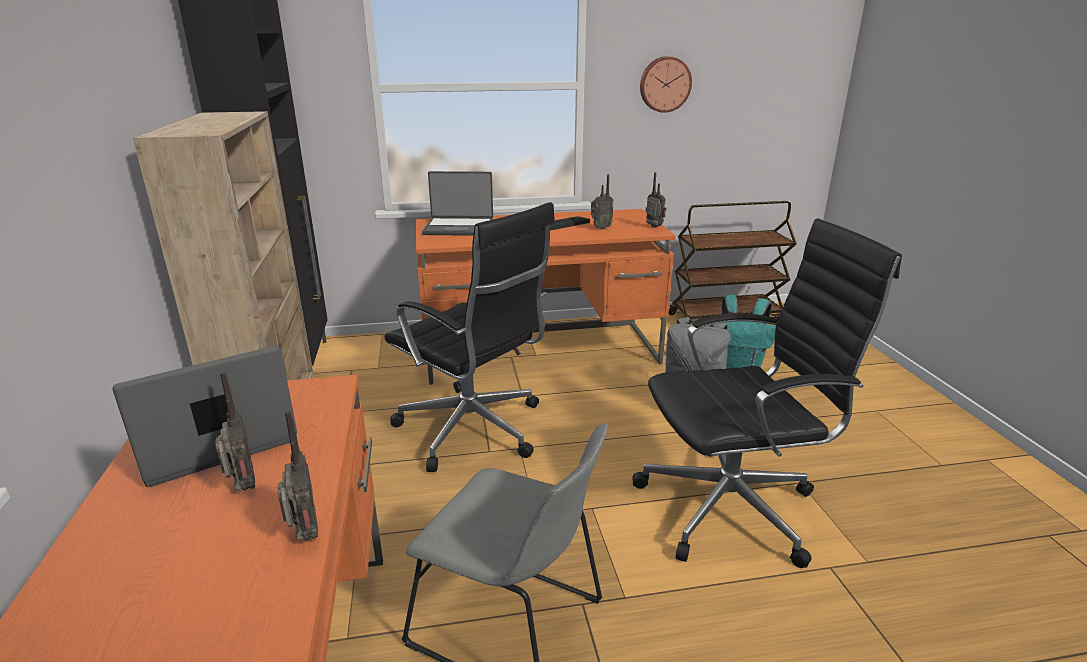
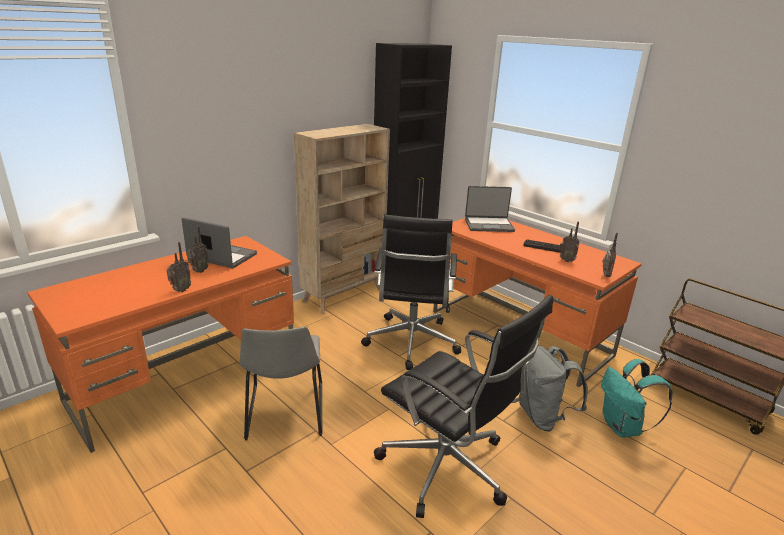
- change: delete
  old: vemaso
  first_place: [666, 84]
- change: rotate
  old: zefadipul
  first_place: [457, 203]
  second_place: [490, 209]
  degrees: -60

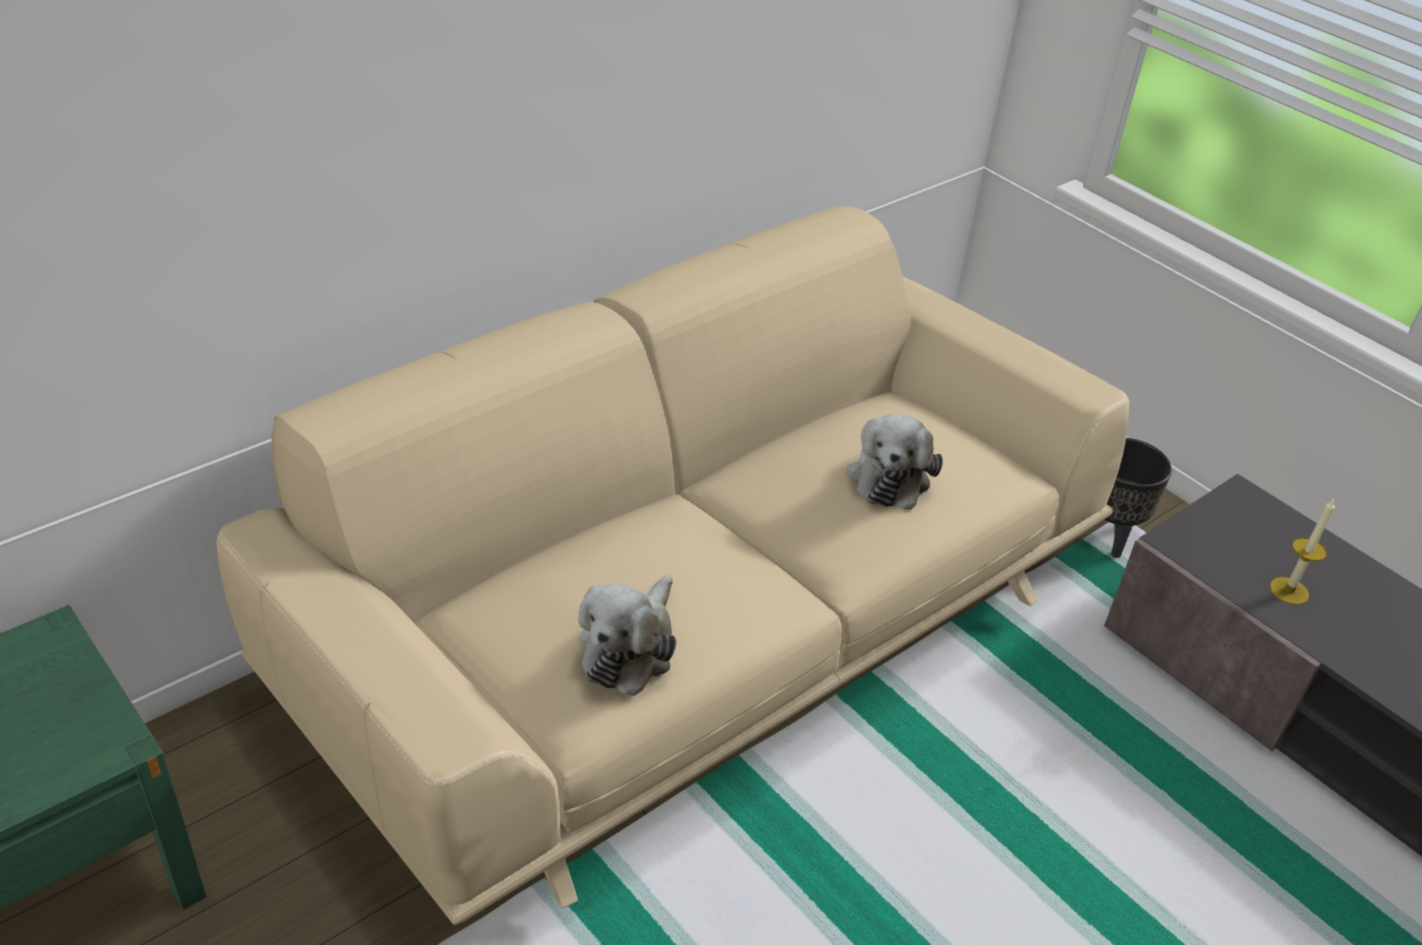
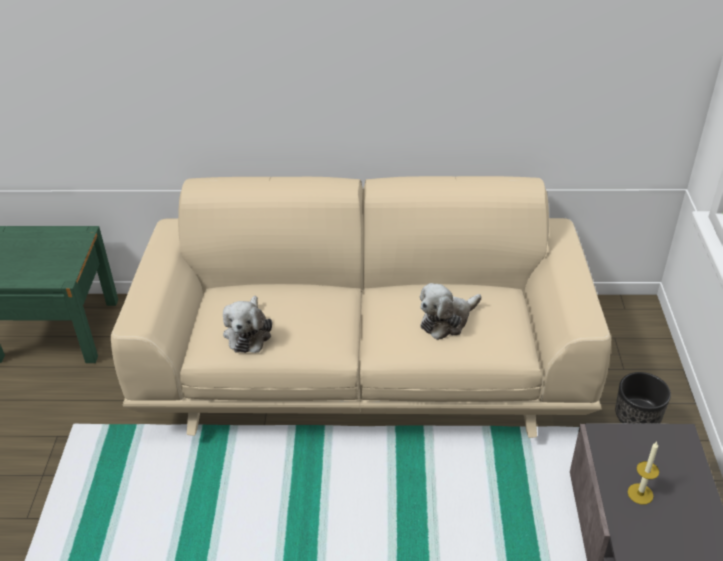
- change: rotate
  old: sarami
  first_place: [627, 635]
  second_place: [247, 324]
  degrees: -60

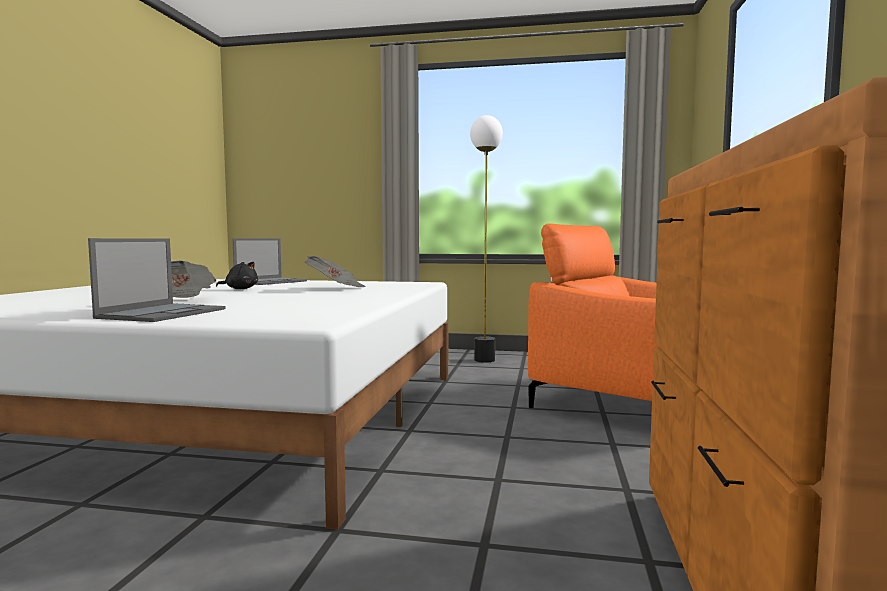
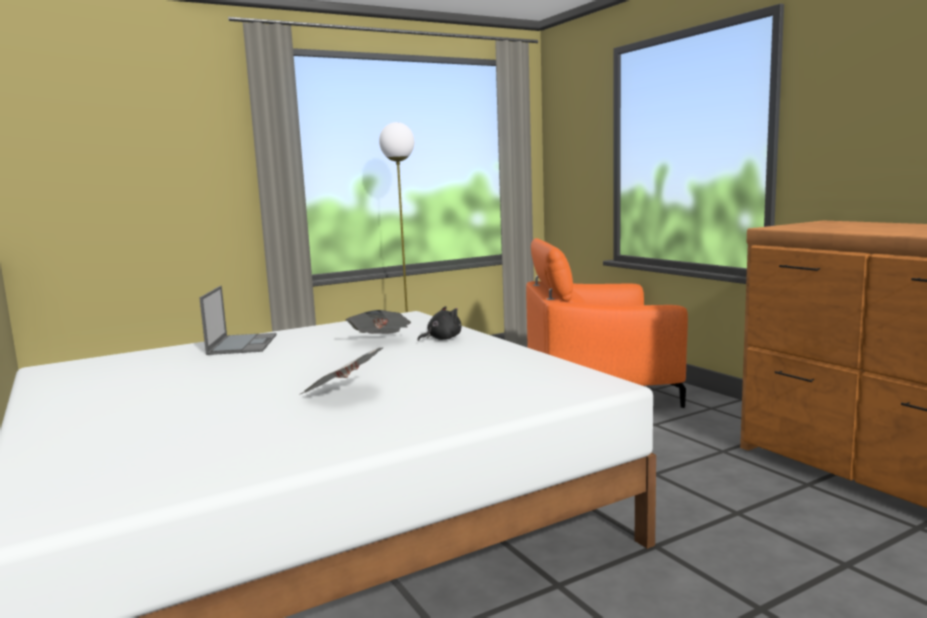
- change: delete
  old: zefadipul
  first_place: [157, 280]
- change: move
  old: black_sarami
  first_place: [237, 275]
  second_place: [440, 323]

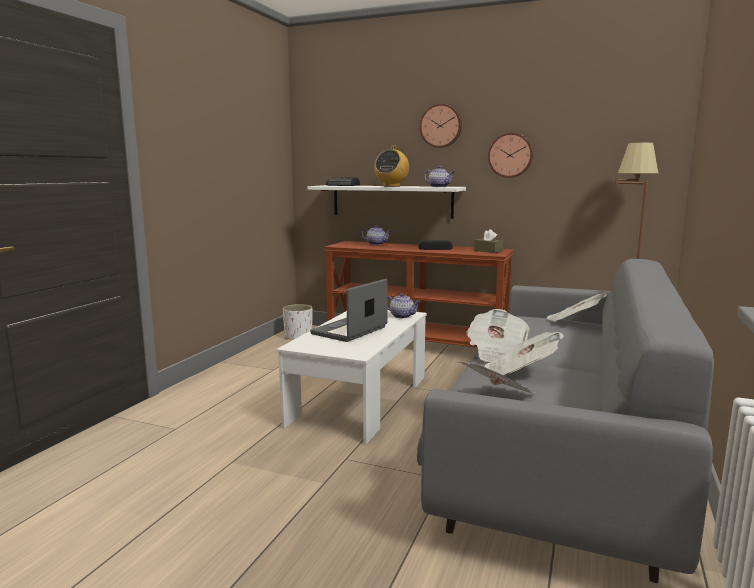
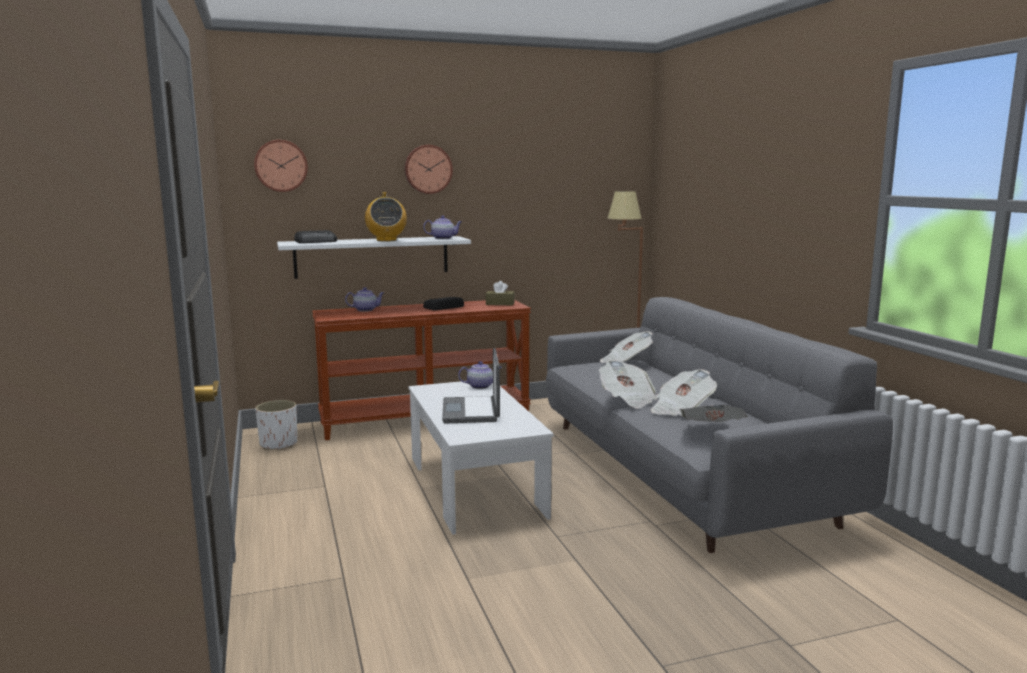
- change: move
  old: vemaso
  first_place: [510, 155]
  second_place: [281, 166]

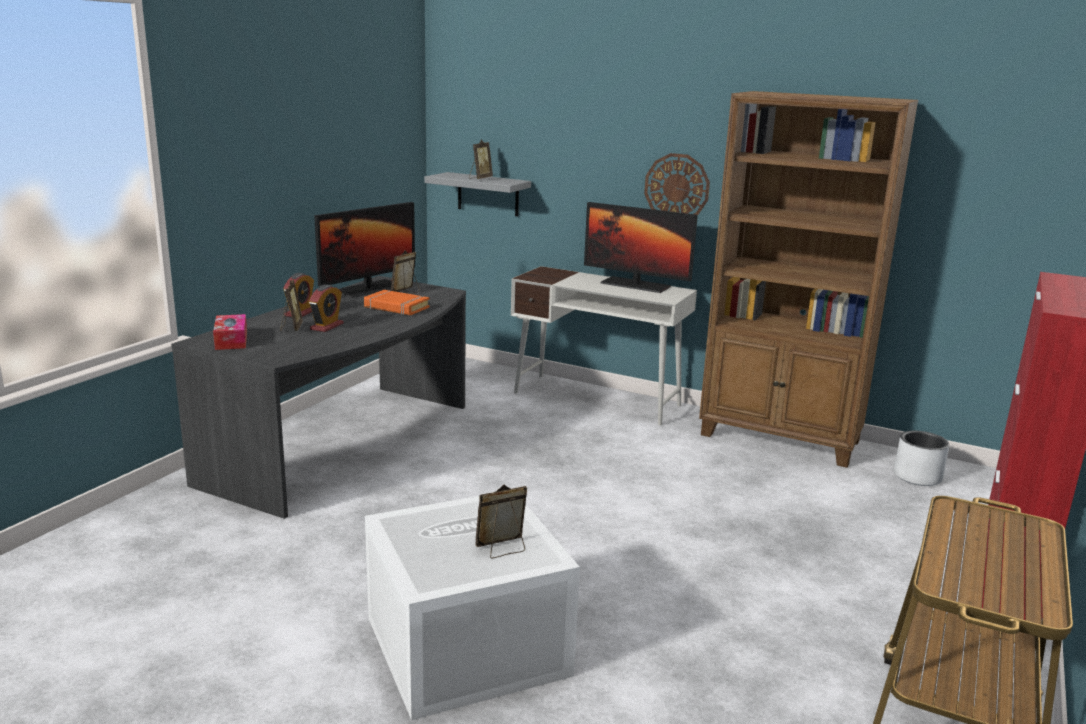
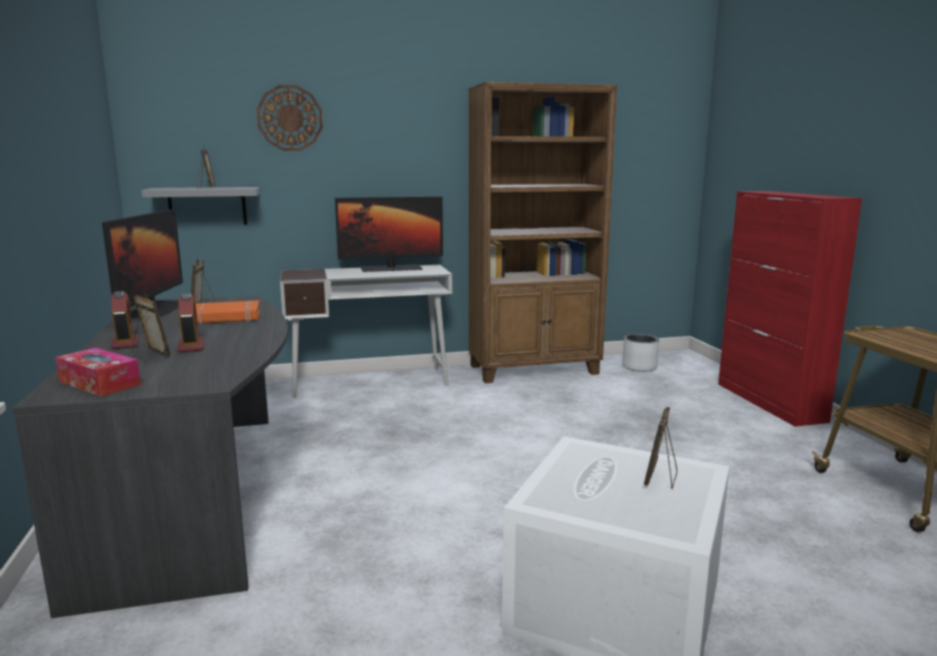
- change: move
  old: vemaso
  first_place: [677, 184]
  second_place: [290, 118]

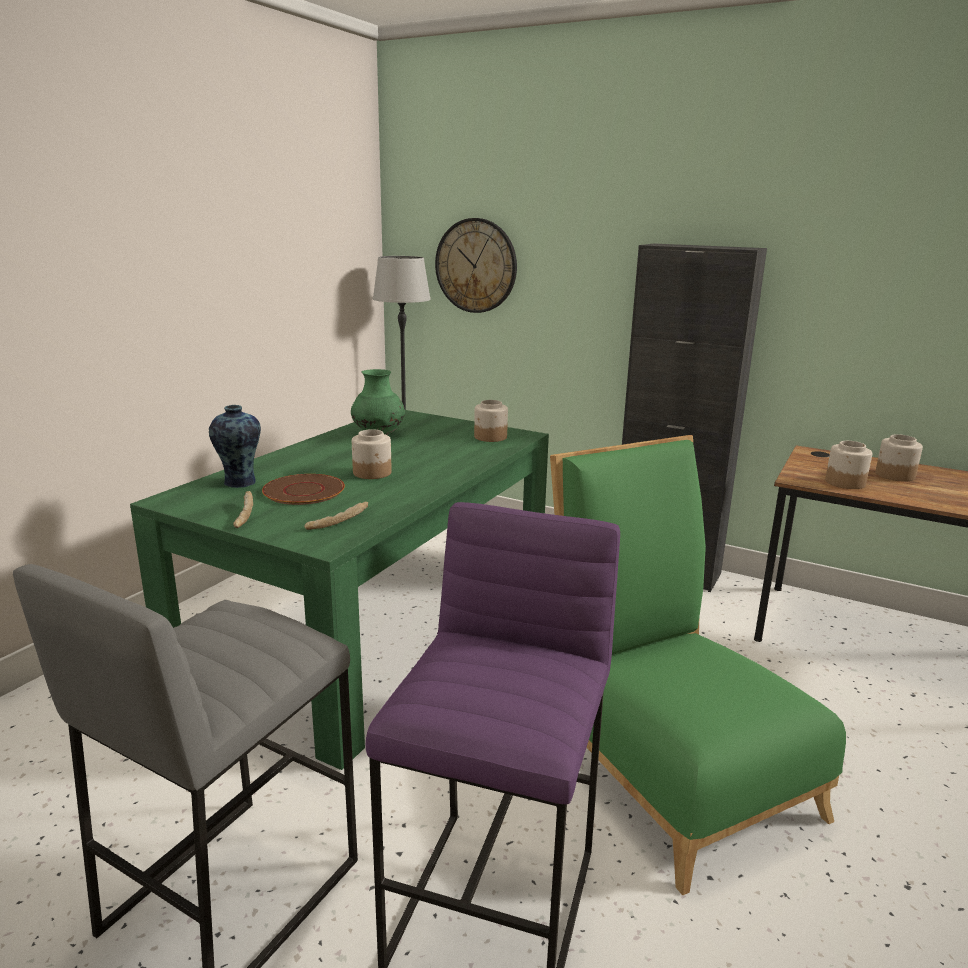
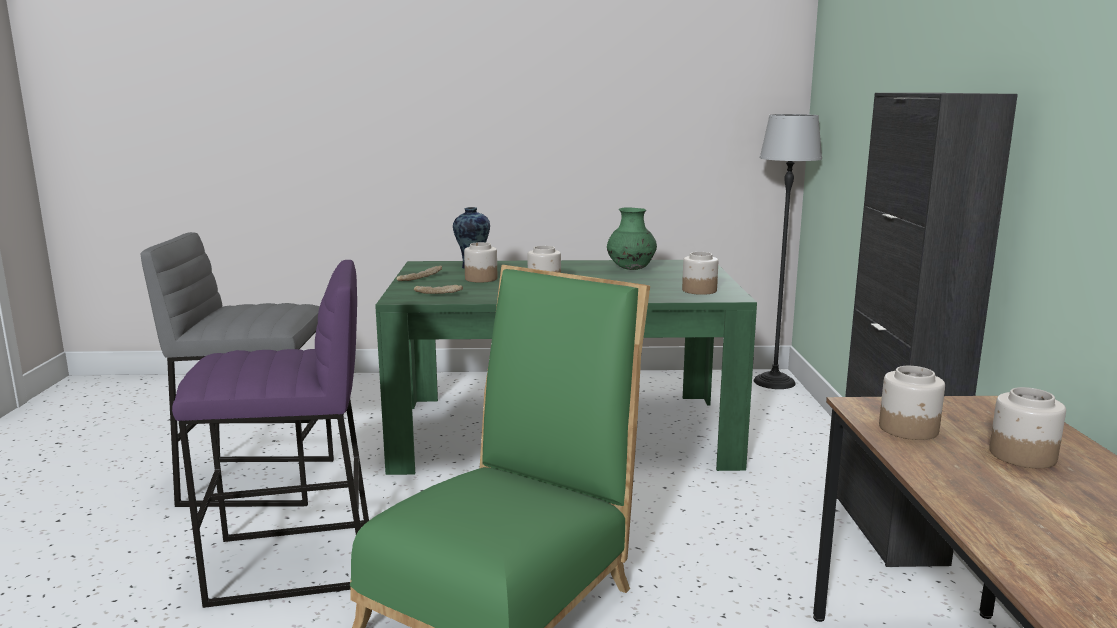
- change: delete
  old: vemaso
  first_place: [476, 265]
- change: replace
  old: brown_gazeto
  new: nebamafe
  first_place: [303, 489]
  second_place: [480, 262]

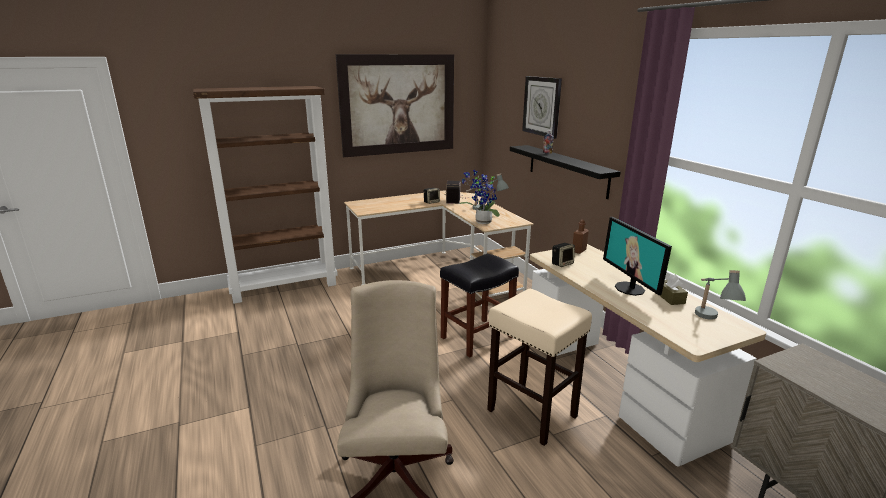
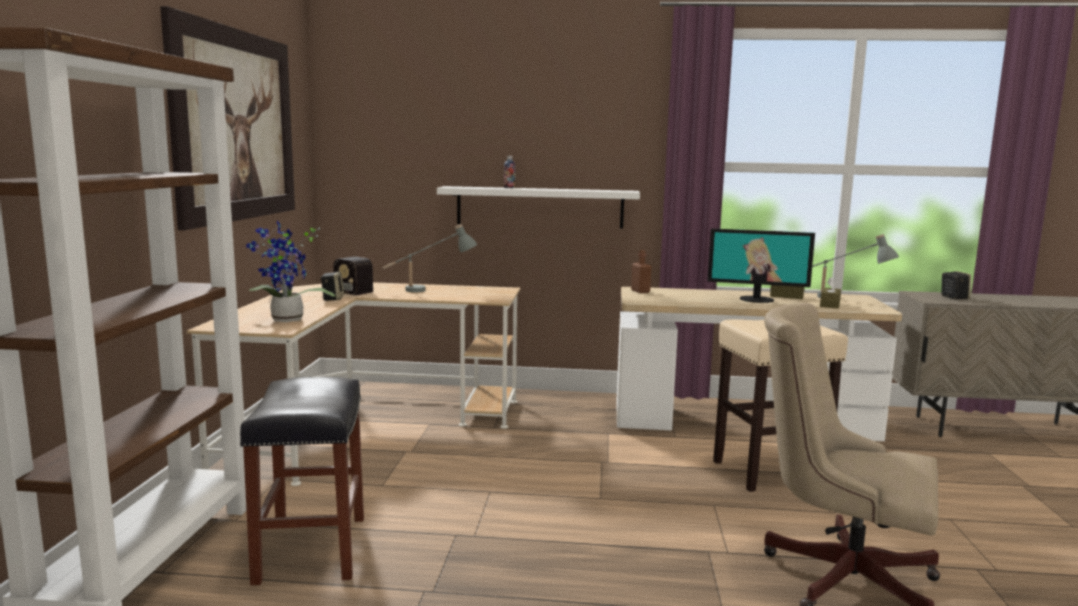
- change: delete
  old: vemaso
  first_place: [542, 107]
- change: recolor
  old: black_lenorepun
  new: white_lenorepun
  first_place: [565, 172]
  second_place: [538, 207]
- change: move
  old: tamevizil
  first_place: [479, 197]
  second_place: [290, 271]
- change: move
  old: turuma
  first_place: [563, 255]
  second_place: [956, 285]
- change: move
  old: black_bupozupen
  first_place: [479, 306]
  second_place: [302, 481]
- change: insert
  new: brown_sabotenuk
  second_place: [830, 293]

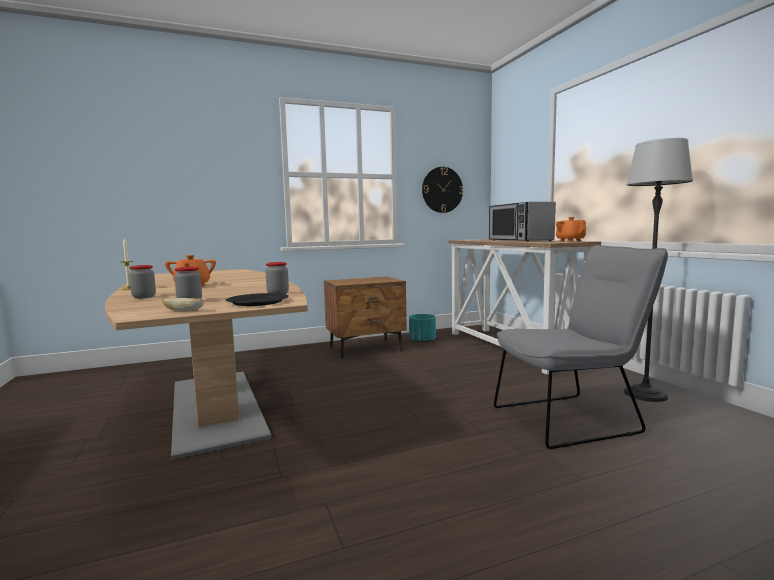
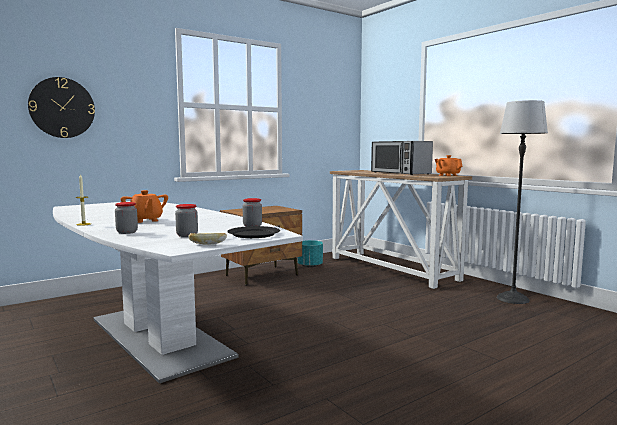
- change: move
  old: vemaso
  first_place: [442, 190]
  second_place: [61, 107]
- change: delete
  old: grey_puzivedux
  first_place: [581, 347]
- change: recolor
  old: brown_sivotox
  new: white_sivotox
  first_place: [206, 364]
  second_place: [178, 292]

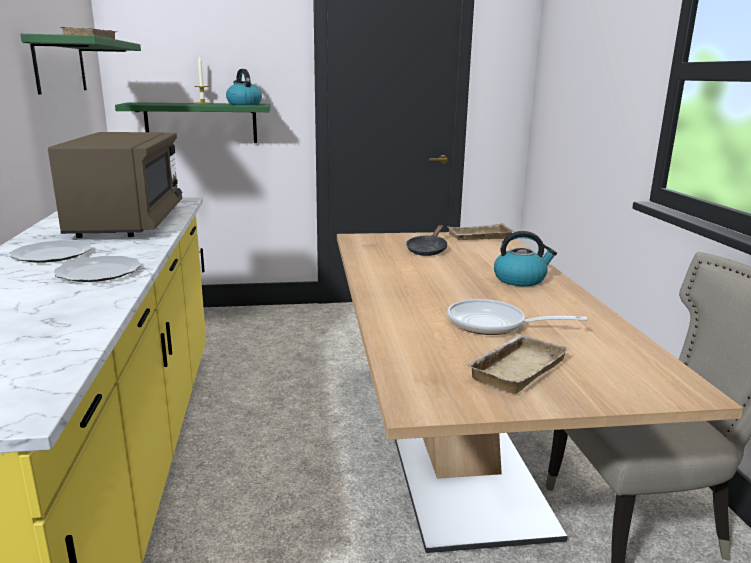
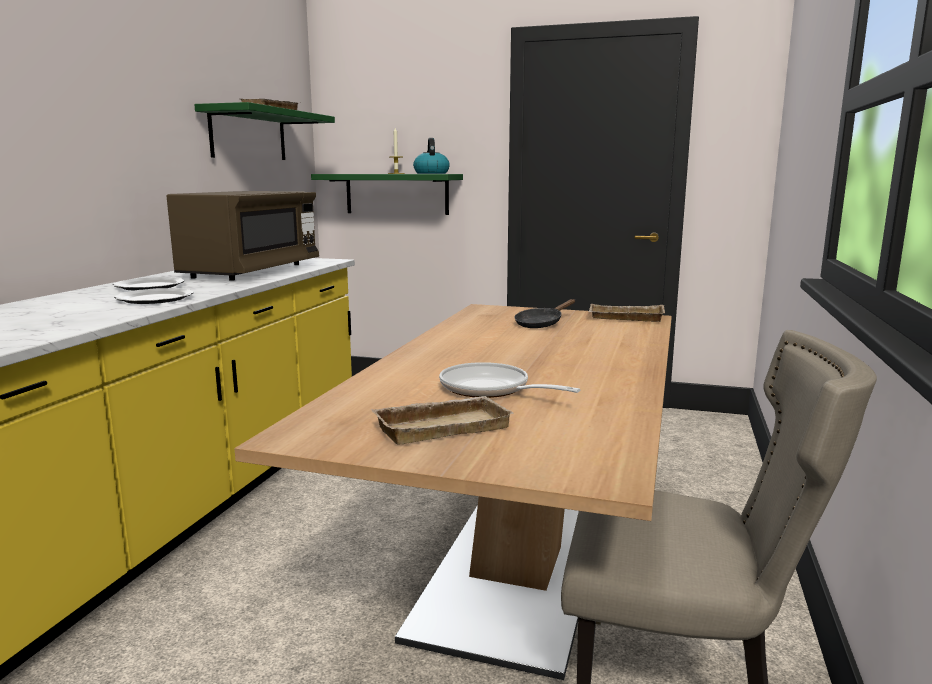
- change: delete
  old: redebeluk
  first_place: [525, 258]

